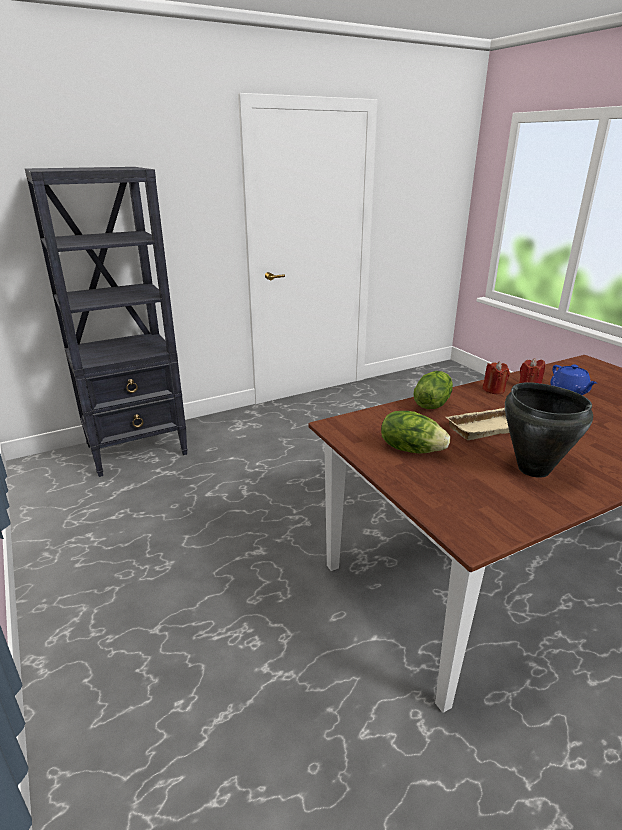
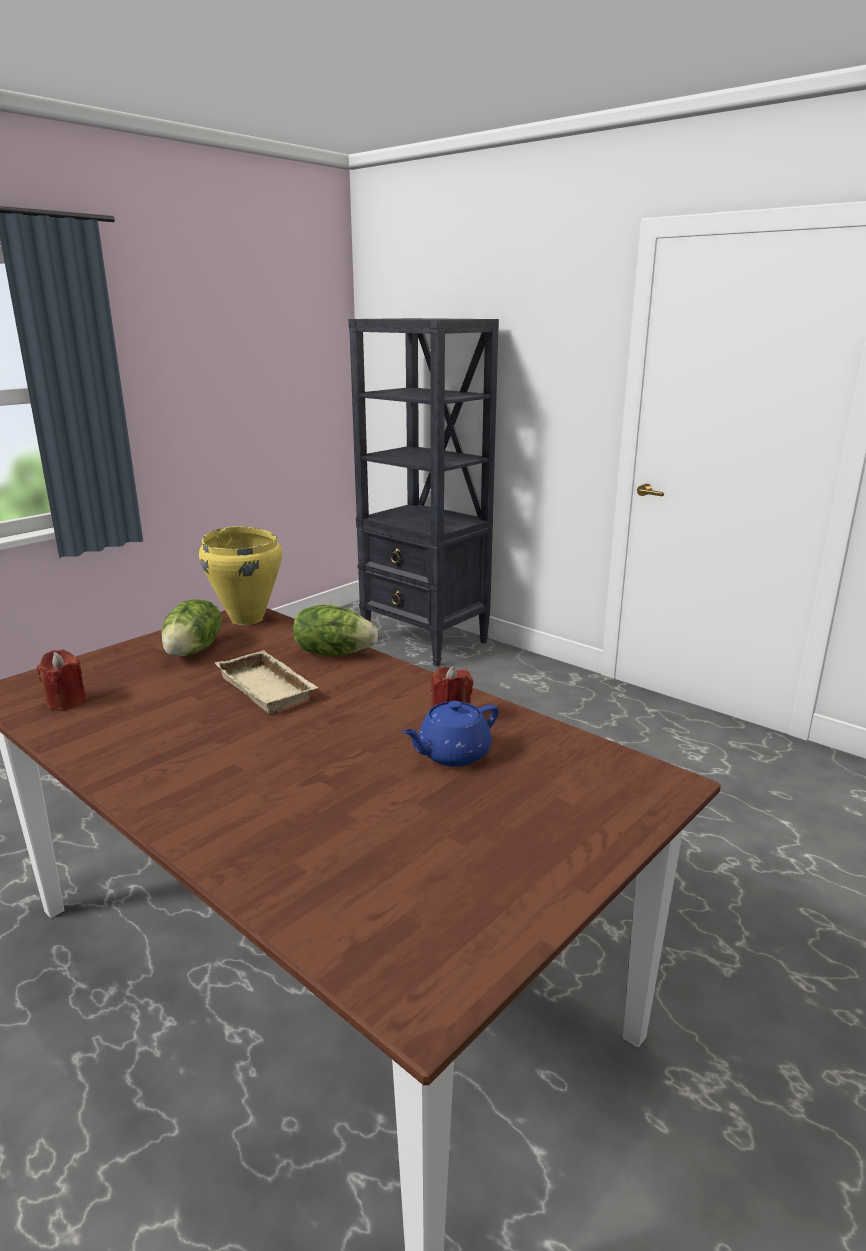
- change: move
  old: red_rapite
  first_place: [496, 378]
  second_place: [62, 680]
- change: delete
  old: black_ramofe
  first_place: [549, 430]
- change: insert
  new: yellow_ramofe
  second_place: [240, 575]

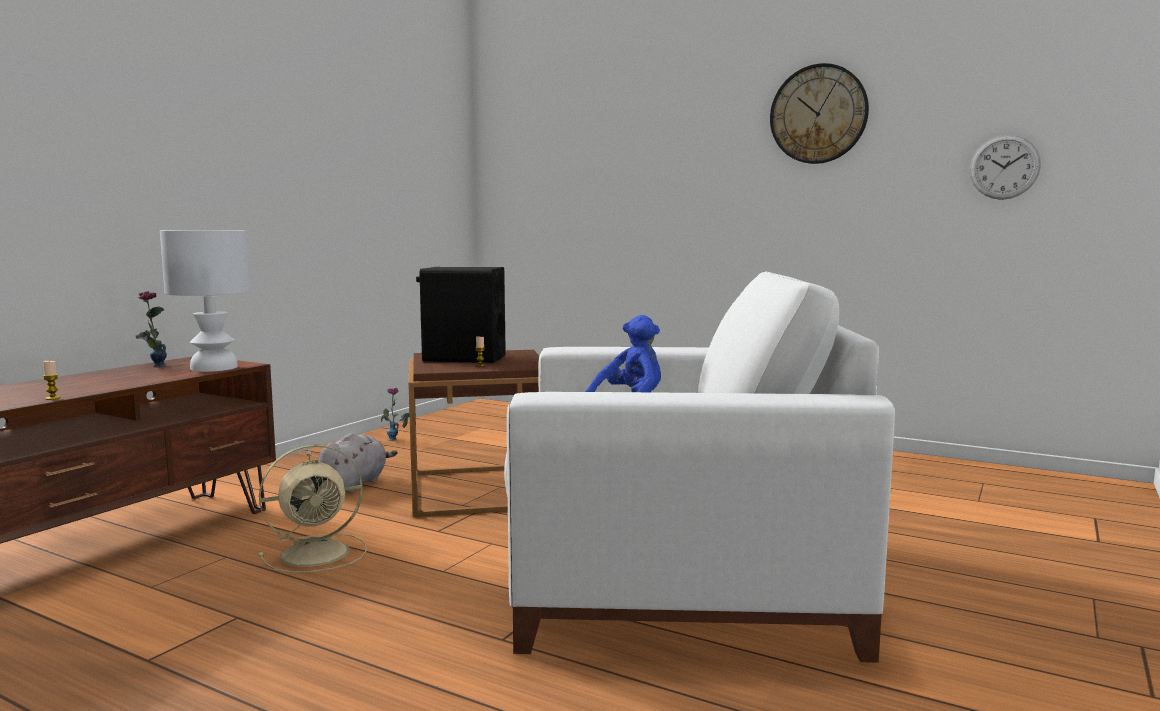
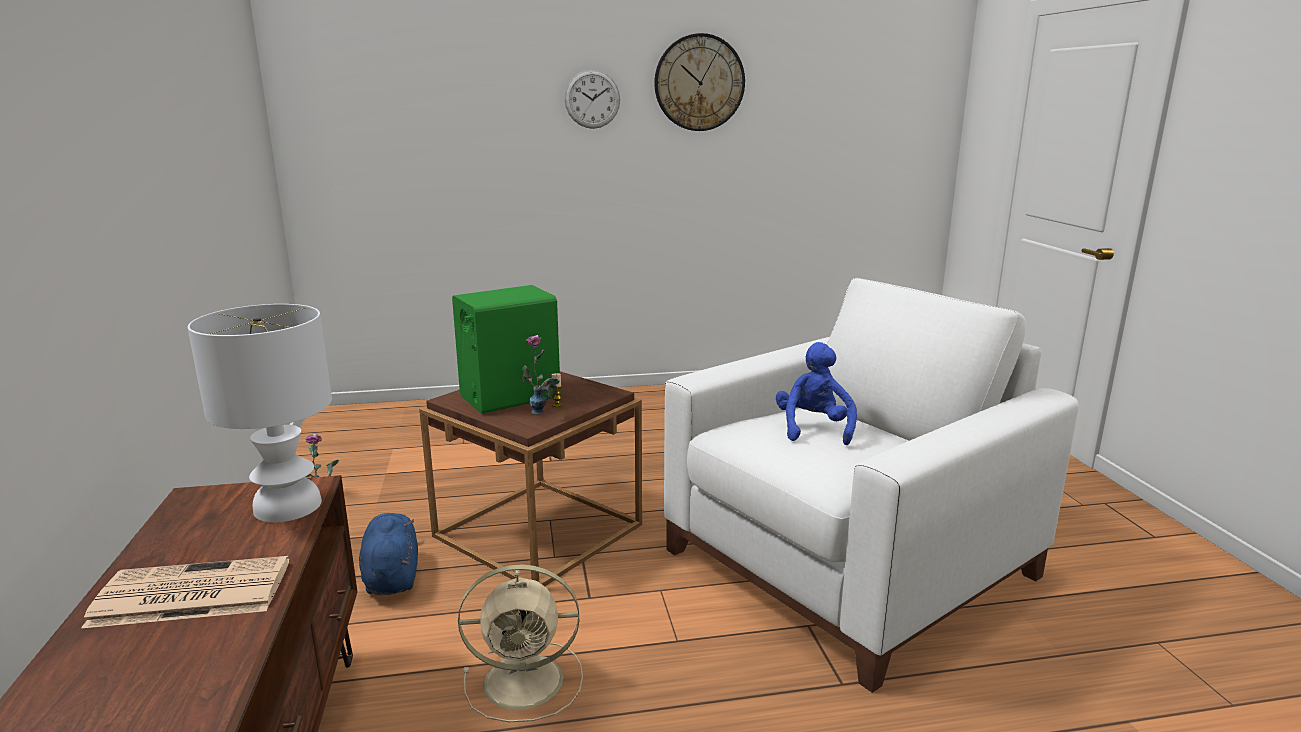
- change: move
  old: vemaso
  first_place: [1005, 167]
  second_place: [592, 99]
- change: recolor
  old: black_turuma
  new: green_turuma
  first_place: [461, 315]
  second_place: [506, 349]
- change: move
  old: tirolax
  first_place: [151, 328]
  second_place: [540, 375]
- change: delete
  old: rapite
  first_place: [51, 380]
- change: recolor
  old: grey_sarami
  new: blue_sarami
  first_place: [358, 463]
  second_place: [388, 554]
- change: rotate
  old: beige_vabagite
  first_place: [313, 508]
  second_place: [520, 643]
  degrees: 60
- change: insert
  new: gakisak
  second_place: [185, 592]

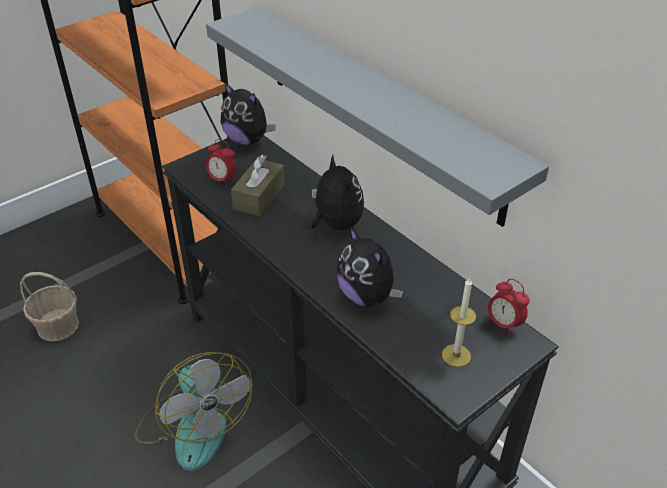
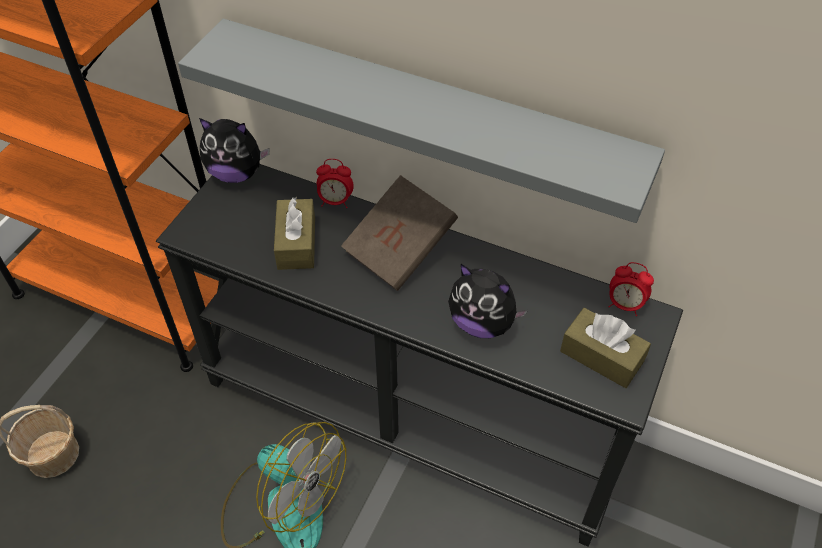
- change: move
  old: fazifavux
  first_place: [221, 163]
  second_place: [335, 183]
- change: replace
  old: sarami
  new: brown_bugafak
  first_place: [336, 192]
  second_place: [399, 233]
- change: replace
  old: rapite
  new: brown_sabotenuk
  first_place: [459, 322]
  second_place: [605, 348]

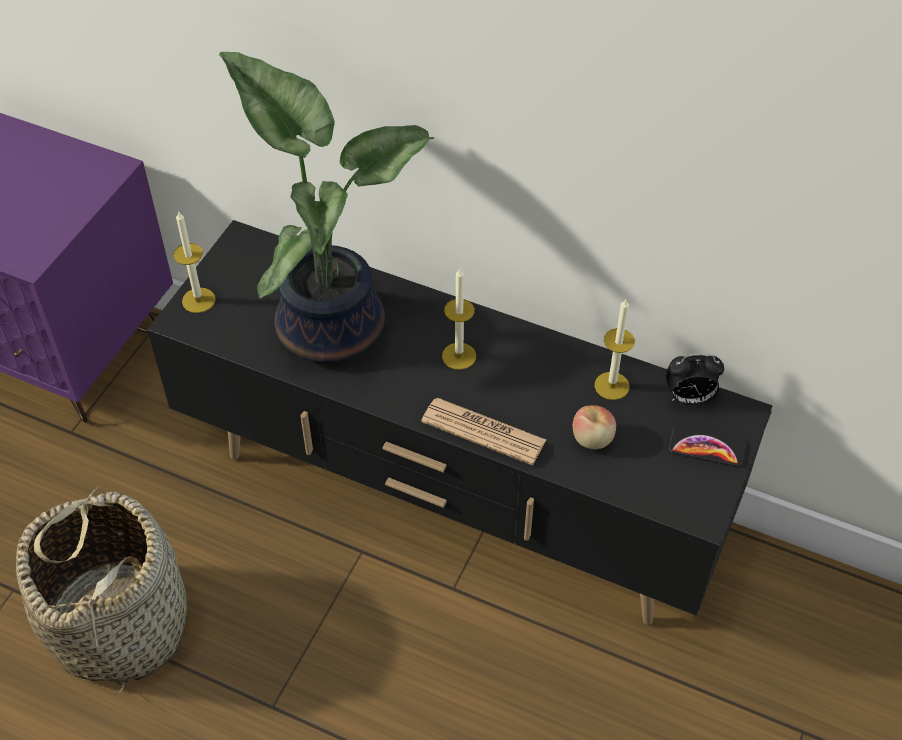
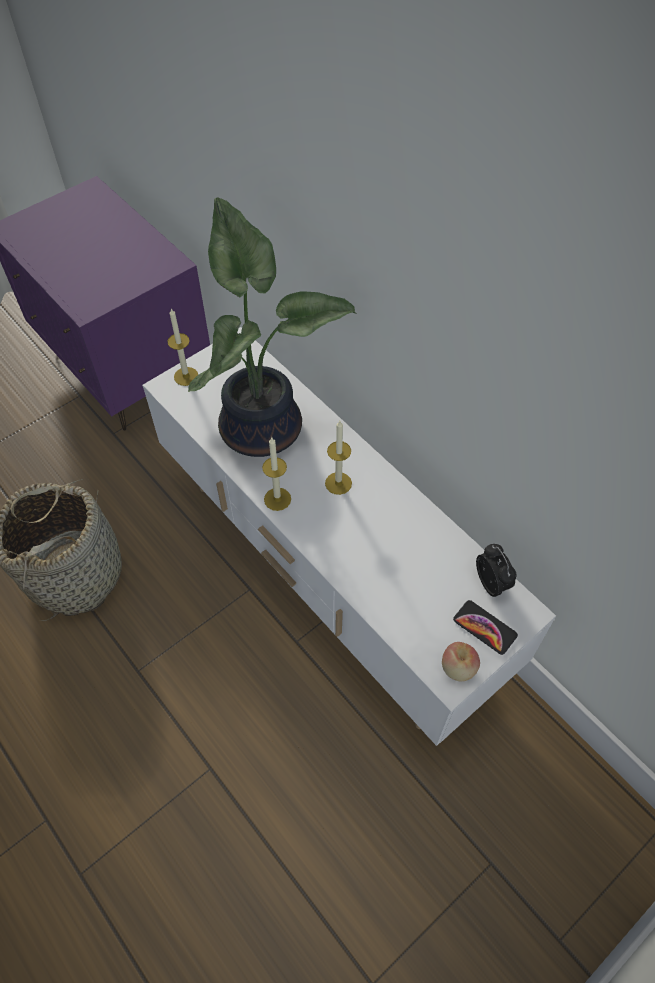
- change: recolor
  old: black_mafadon
  new: white_mafadon
  first_place: [459, 422]
  second_place: [349, 536]
- change: move
  old: rapite
  first_place: [615, 349]
  second_place: [276, 474]
- change: rotate
  old: fazifavux
  first_place: [695, 379]
  second_place: [496, 570]
  degrees: -135
- change: delete
  old: gakisak
  first_place: [483, 431]
- change: move
  old: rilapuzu
  first_place: [594, 427]
  second_place: [461, 661]

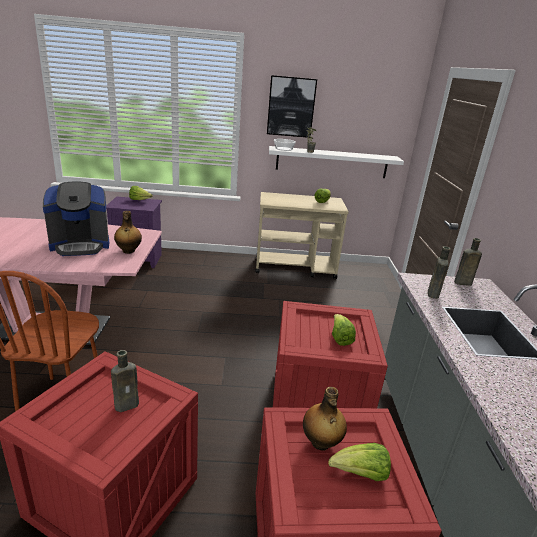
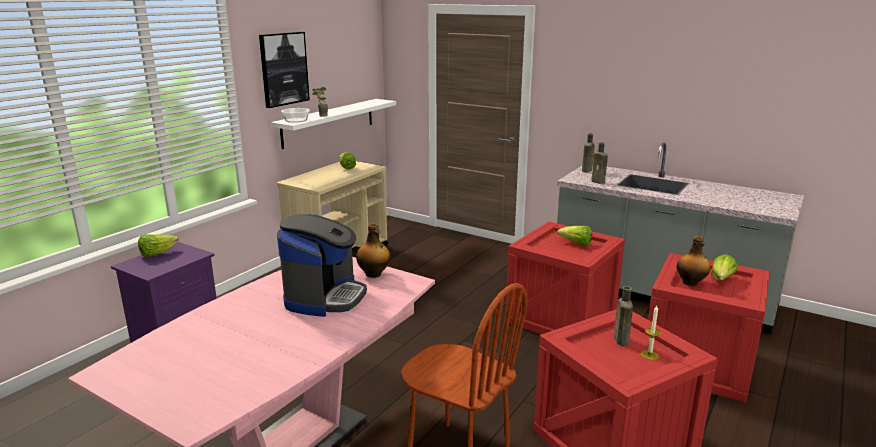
- change: insert
  new: rapite
  second_place: [651, 332]

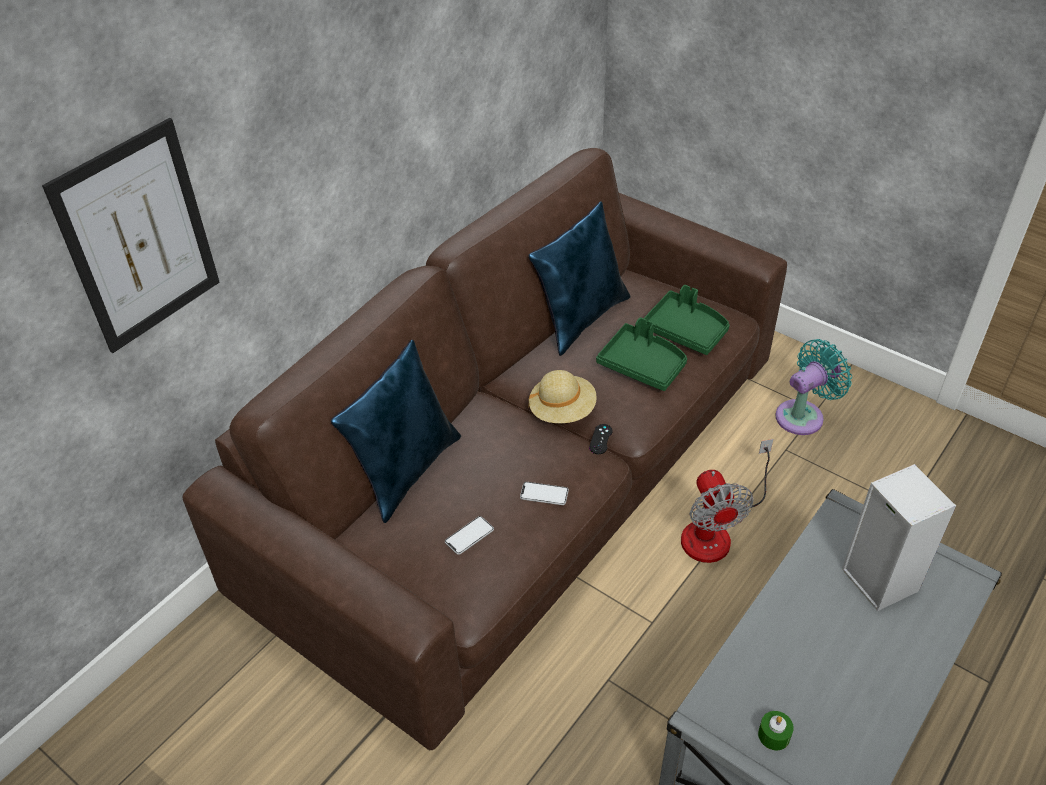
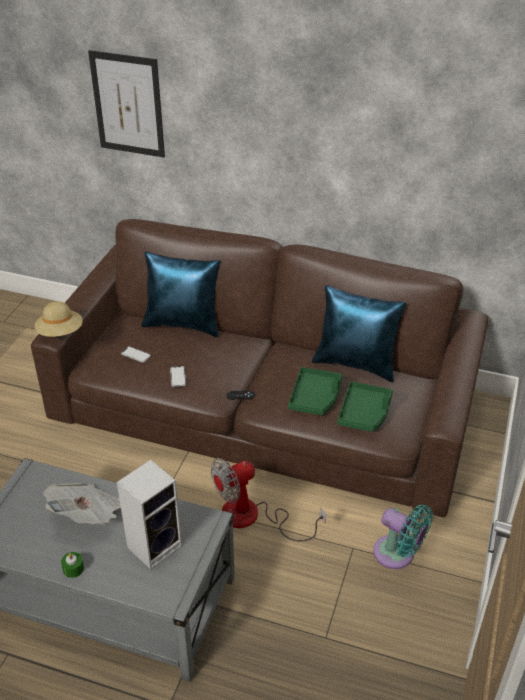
- change: move
  old: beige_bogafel
  first_place: [562, 396]
  second_place: [59, 319]
- change: move
  old: green_rapite
  first_place: [776, 730]
  second_place: [72, 565]
- change: insert
  new: gakisak
  second_place: [82, 504]

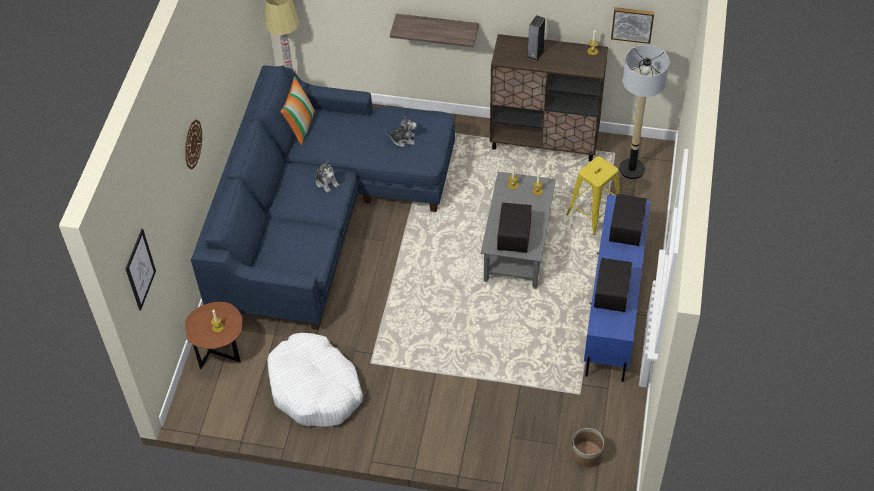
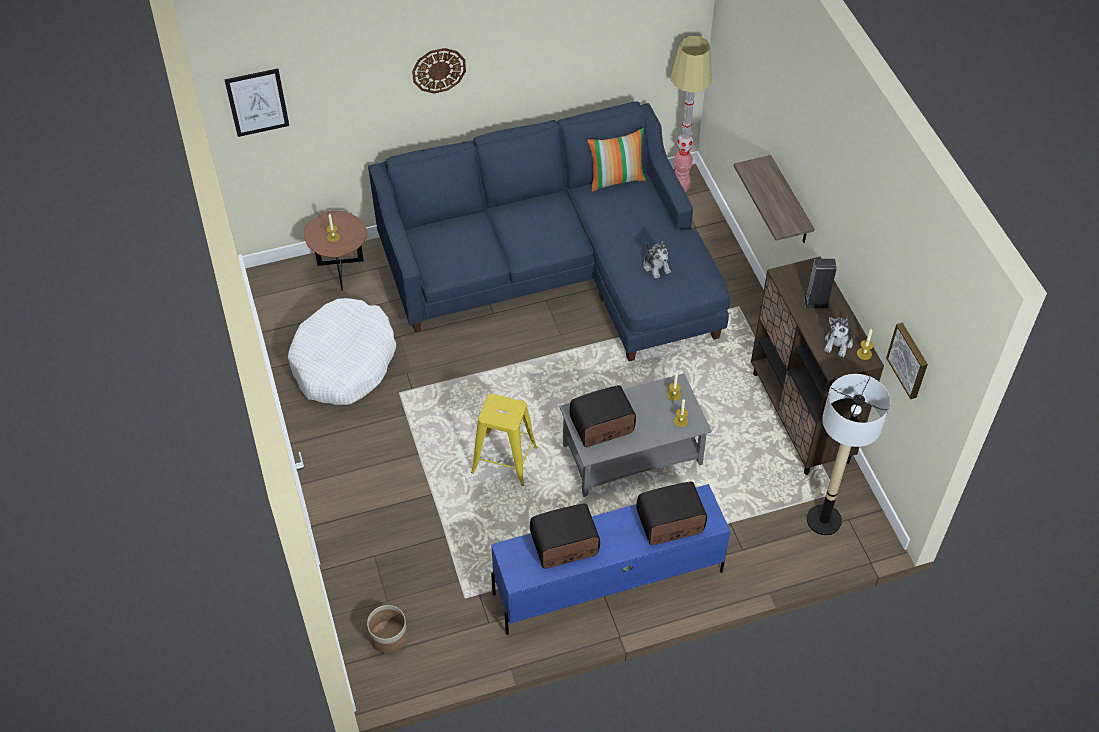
- change: move
  old: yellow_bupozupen
  first_place: [593, 195]
  second_place: [504, 440]
- change: move
  old: sarami
  first_place: [327, 177]
  second_place: [838, 336]

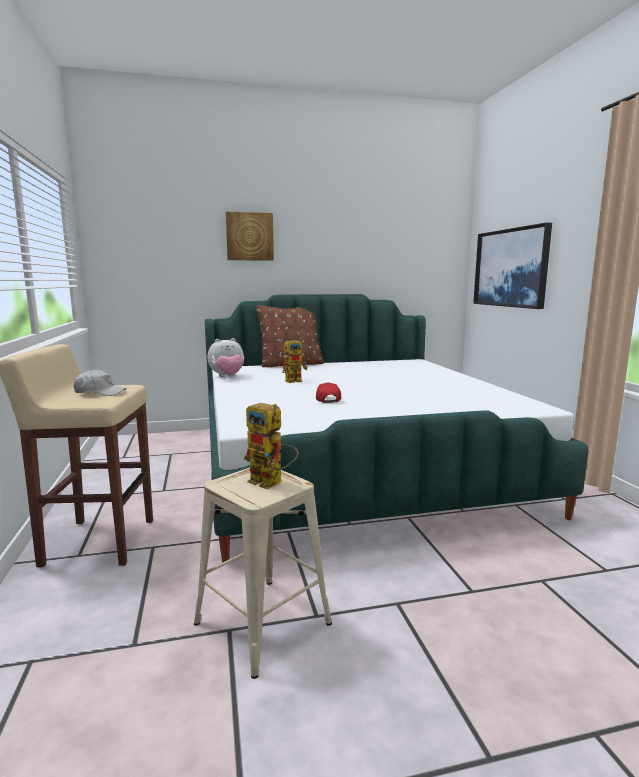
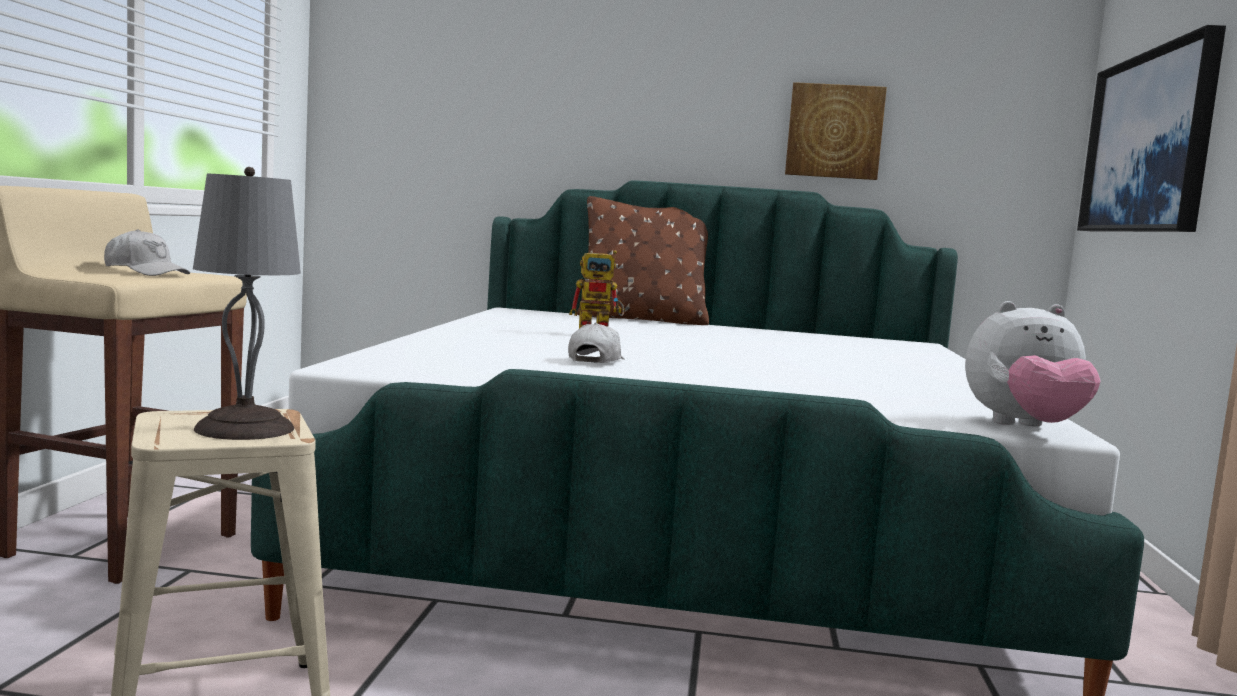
- change: move
  old: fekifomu
  first_place: [250, 236]
  second_place: [836, 131]
- change: move
  old: sarami
  first_place: [225, 357]
  second_place: [1033, 364]
- change: recolor
  old: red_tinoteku
  new: white_tinoteku
  first_place: [328, 393]
  second_place: [596, 343]
- change: replace
  old: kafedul
  new: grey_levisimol
  first_place: [271, 446]
  second_place: [247, 303]

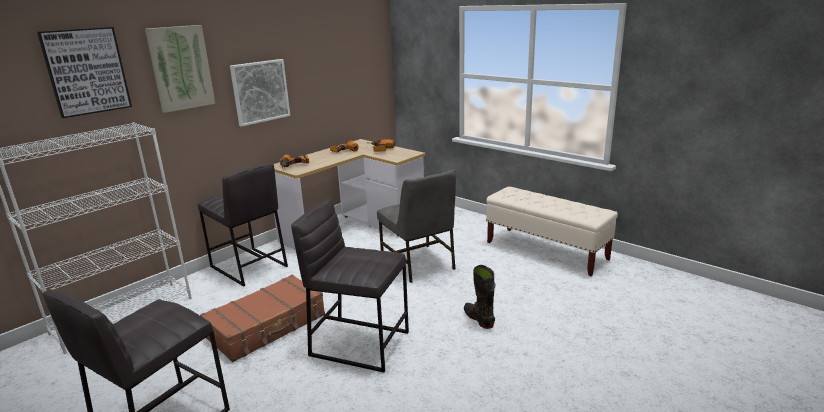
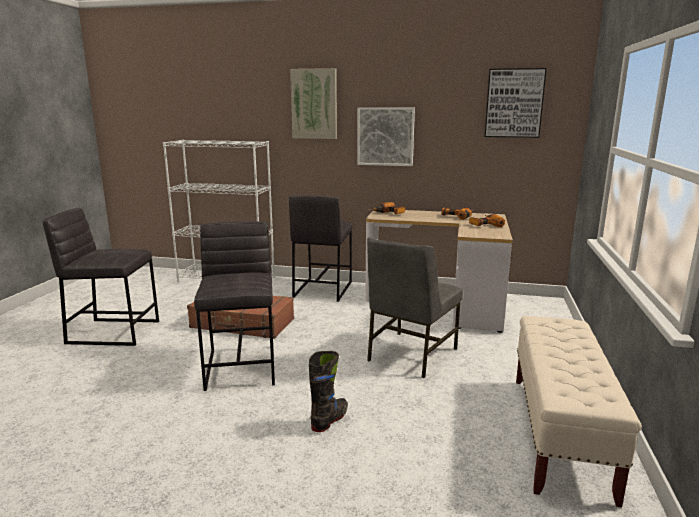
- change: move
  old: fekifomu
  first_place: [84, 72]
  second_place: [515, 103]

